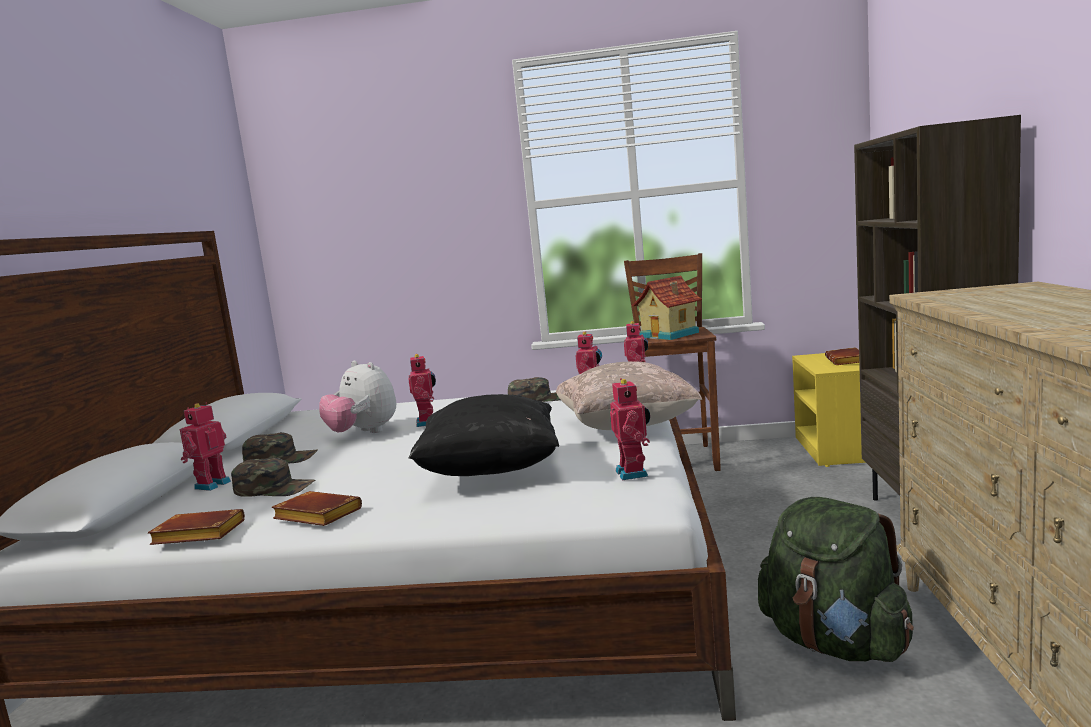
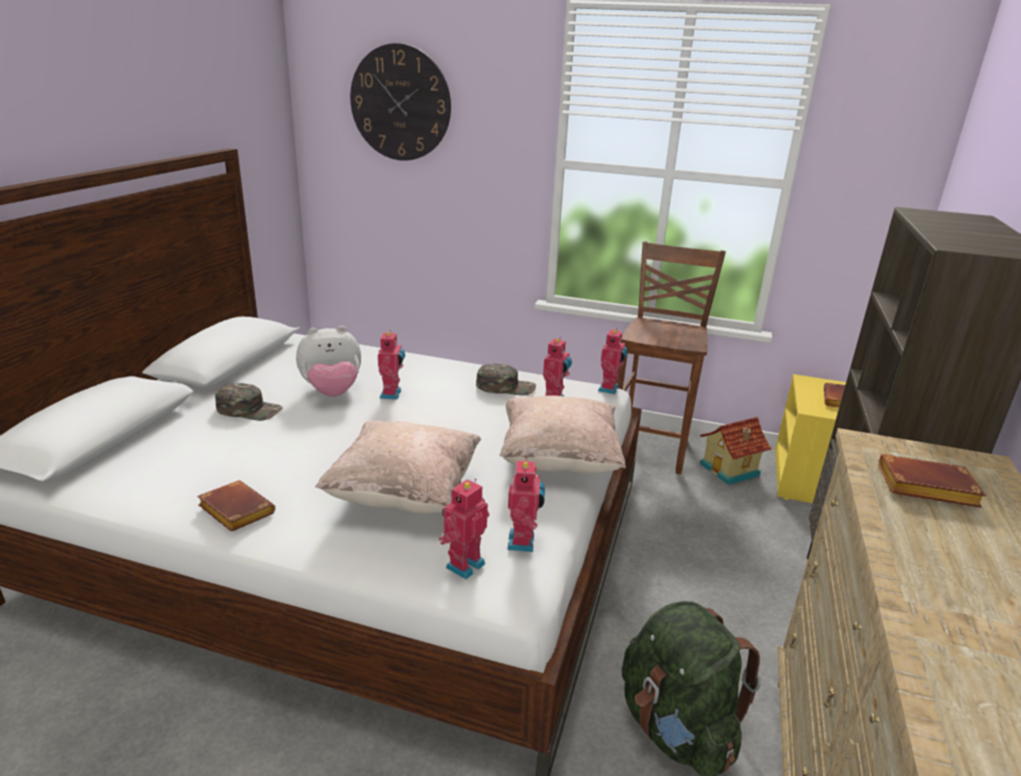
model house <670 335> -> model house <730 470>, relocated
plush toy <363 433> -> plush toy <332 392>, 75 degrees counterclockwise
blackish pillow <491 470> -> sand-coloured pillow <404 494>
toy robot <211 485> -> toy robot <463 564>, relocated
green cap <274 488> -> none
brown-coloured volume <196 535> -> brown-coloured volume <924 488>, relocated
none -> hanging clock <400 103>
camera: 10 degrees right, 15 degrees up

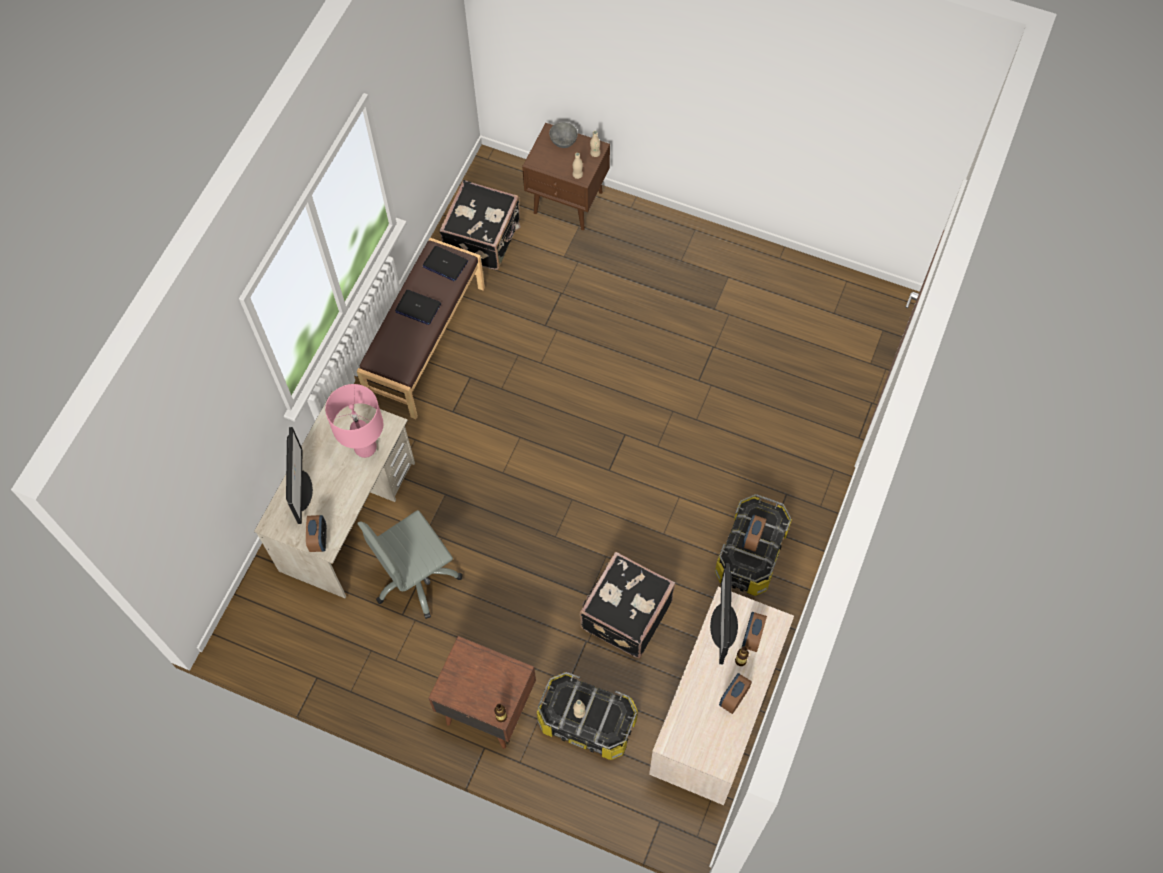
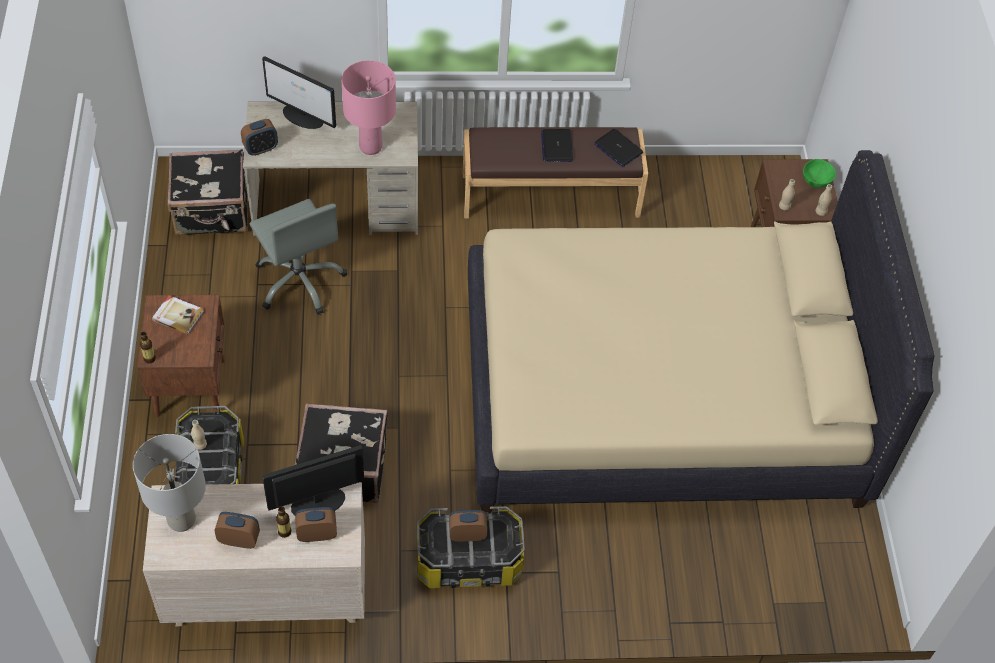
grey serving bowl <563 141> -> green serving bowl <816 181>
blackish piece of luggage <484 238> -> blackish piece of luggage <212 212>, relocated
notebook computer <445 264> -> notebook computer <618 148>, 45 degrees counterclockwise
monitor <299 490> -> monitor <303 117>, 60 degrees clockwise
grey office chair <416 577> -> grey office chair <300 281>, 150 degrees counterclockwise
none -> sand-coloured bedroom bed <660 395>
none -> volume <178 315>
none -> grey tabletop lamp <182 520>
camera: 60 degrees right, 10 degrees down

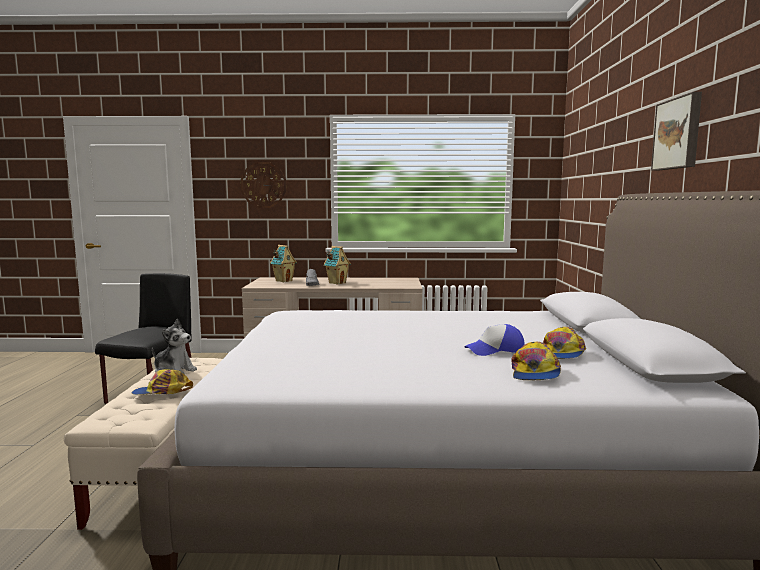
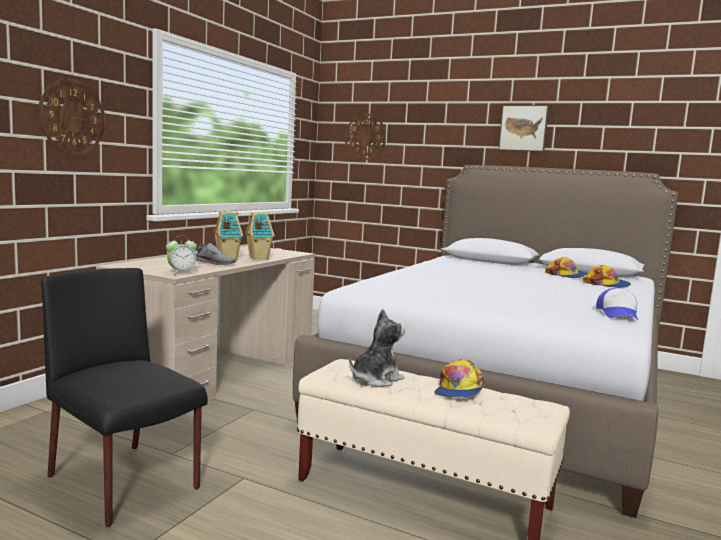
model house <283 281> -> model house <258 258>, relocated
cap <495 350> -> cap <618 314>, relocated
none -> hanging clock <365 136>
none -> table clock <181 273>
camera: 65 degrees left, 0 degrees up

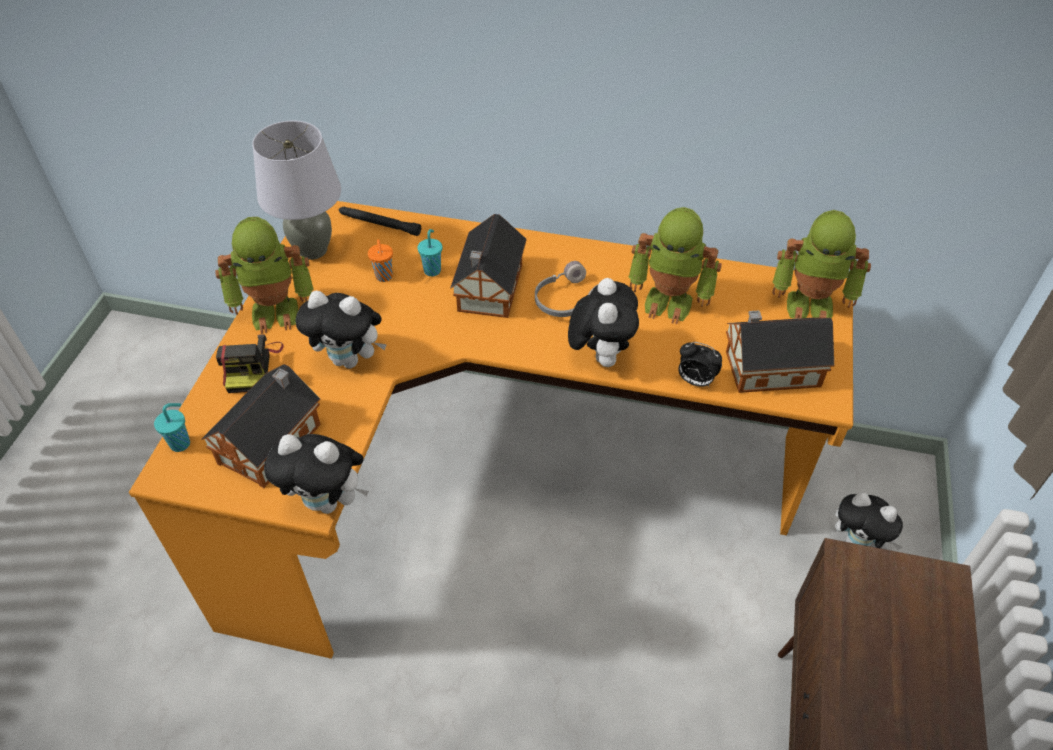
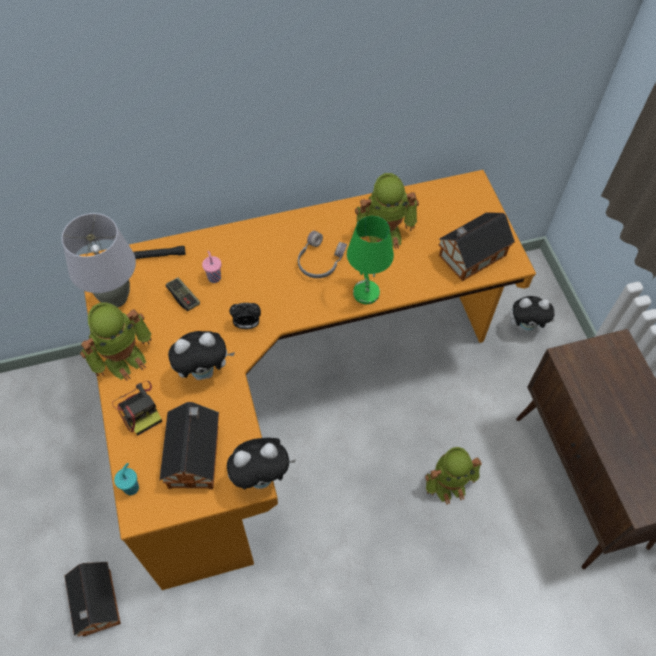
toy robot <810 304> -> toy robot <448 484>, relocated
model house <488 290> -> model house <97 605>, relocated
blue-green drinking cup <432 270> -> pink-coloured drinking cup <214 277>
orange drinking cup <384 277> -> gamepad <183 297>
plush toy <600 355> -> green tabletop lamp <365 292>
table clock <695 381> -> table clock <246 324>, relocated
camera: 30 degrees left, 10 degrees up

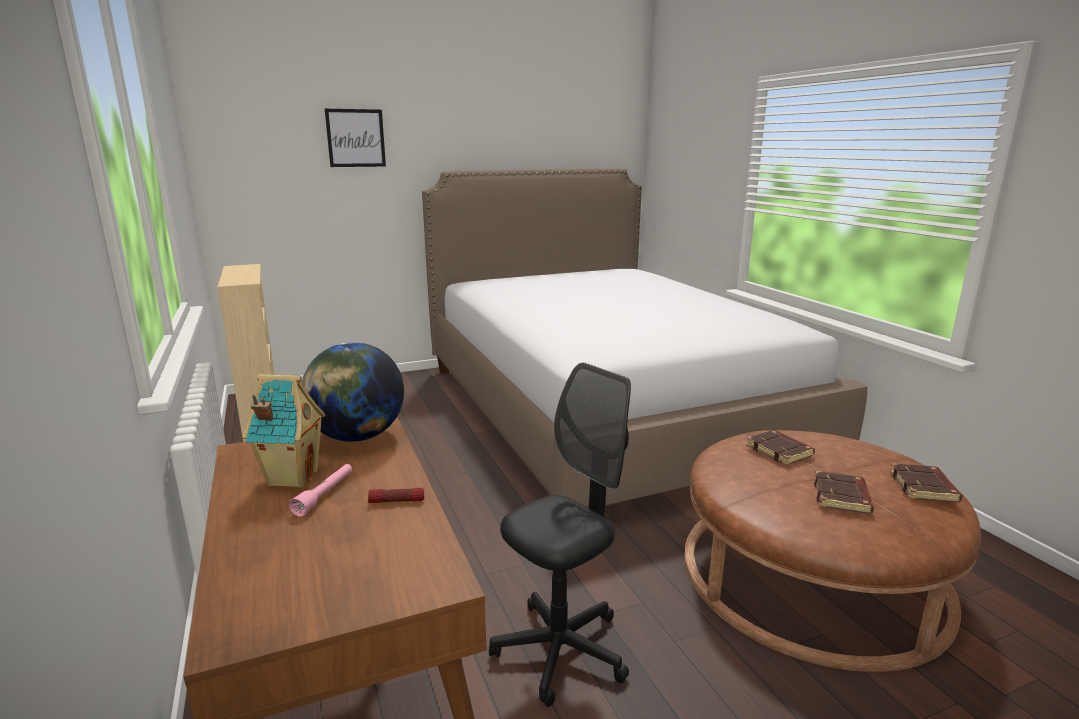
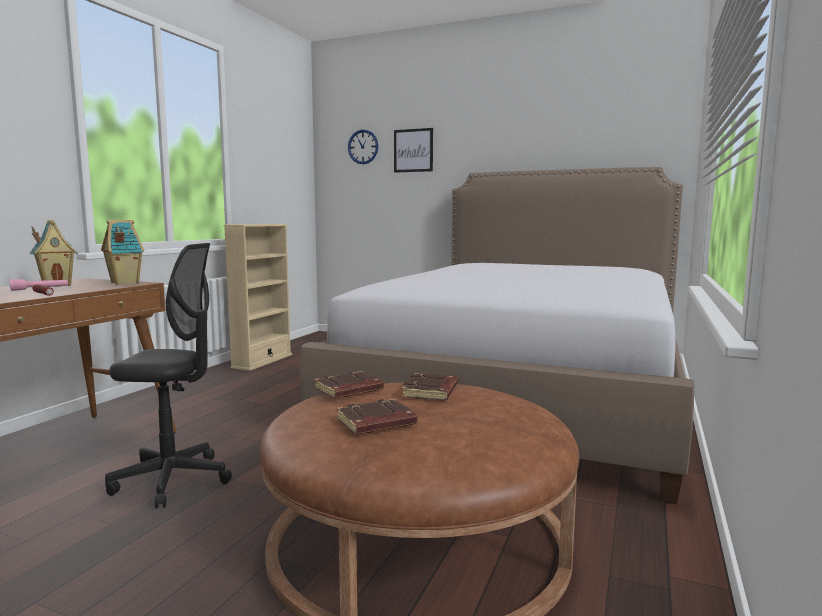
desk globe <357 436> -> model house <124 283>
brown-coloured volume <924 488> -> brown-coloured volume <348 390>, relocated
none -> hanging clock <363 147>
camera: 45 degrees right, 10 degrees down

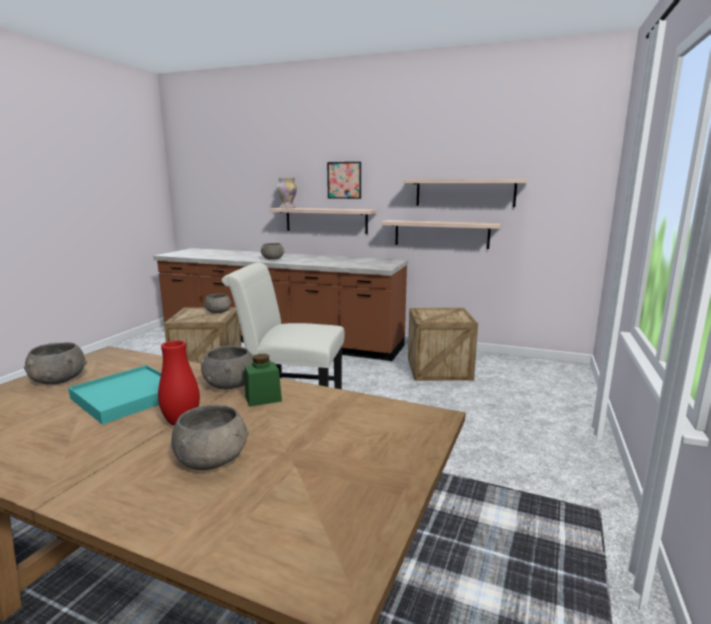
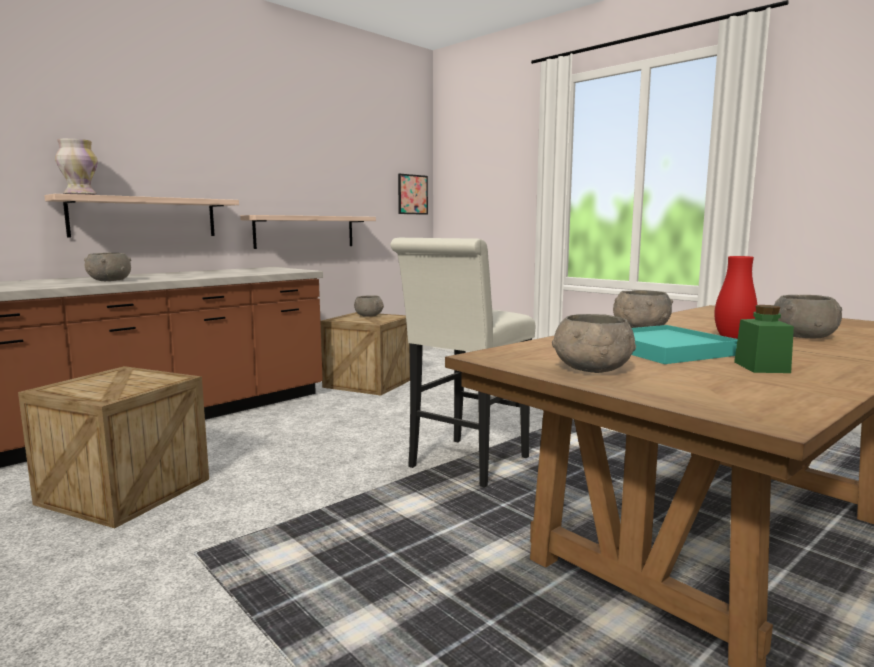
wall art <344 180> -> wall art <412 194>, relocated
shelf <465 192> -> none
grey serving bowl <218 312> -> grey serving bowl <369 316>, relocated
green preserve jar <263 398> -> green preserve jar <761 367>, relocated
camera: 65 degrees left, 5 degrees down

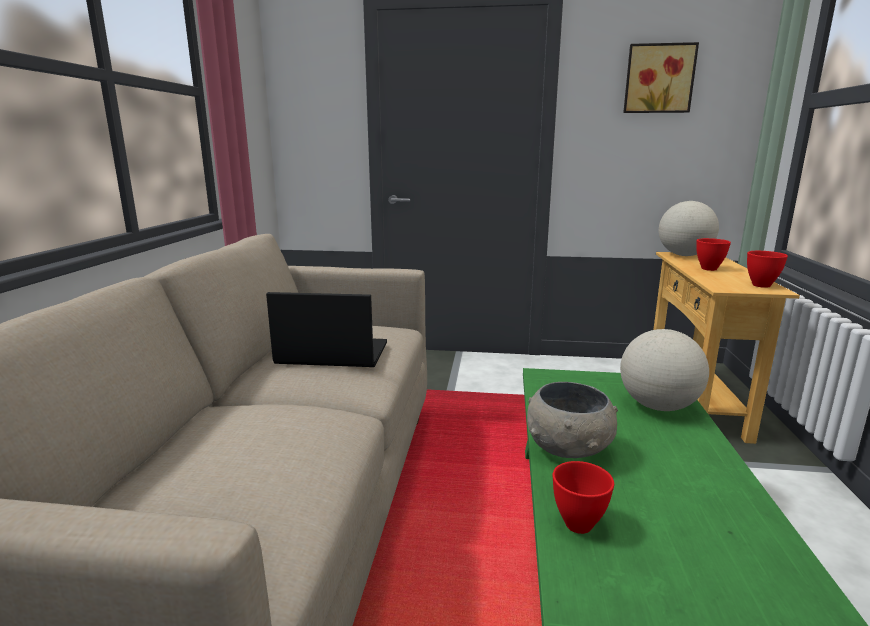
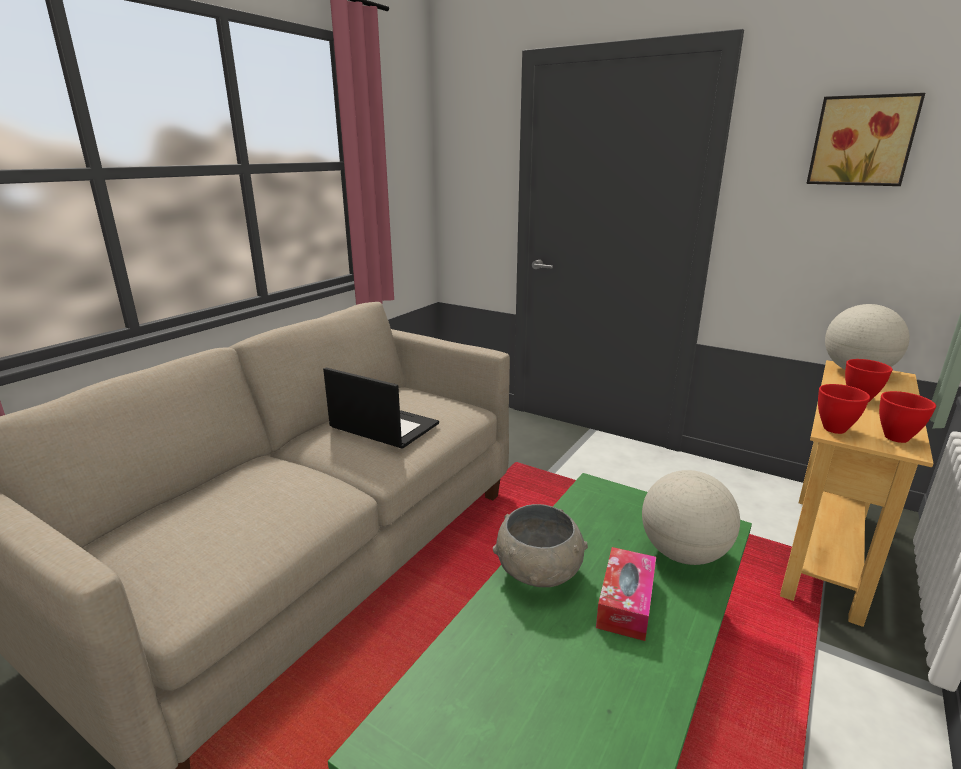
red-coloured serving bowl <576 524> -> red-coloured serving bowl <833 429>, relocated
none -> tissue holder <625 602>
camera: 25 degrees right, 5 degrees up

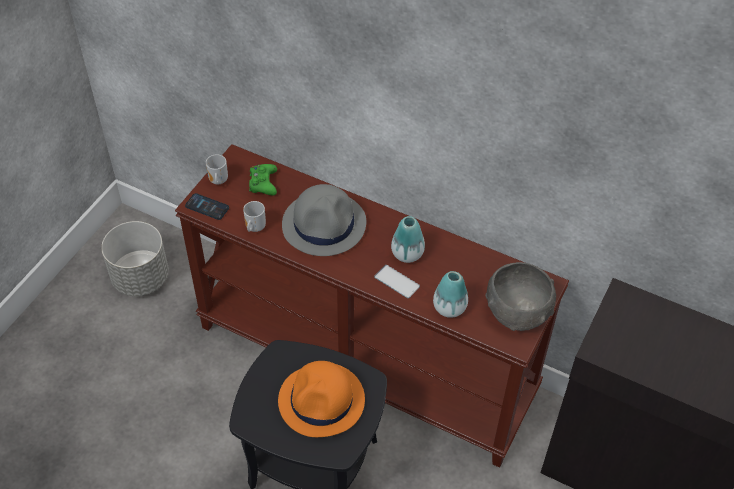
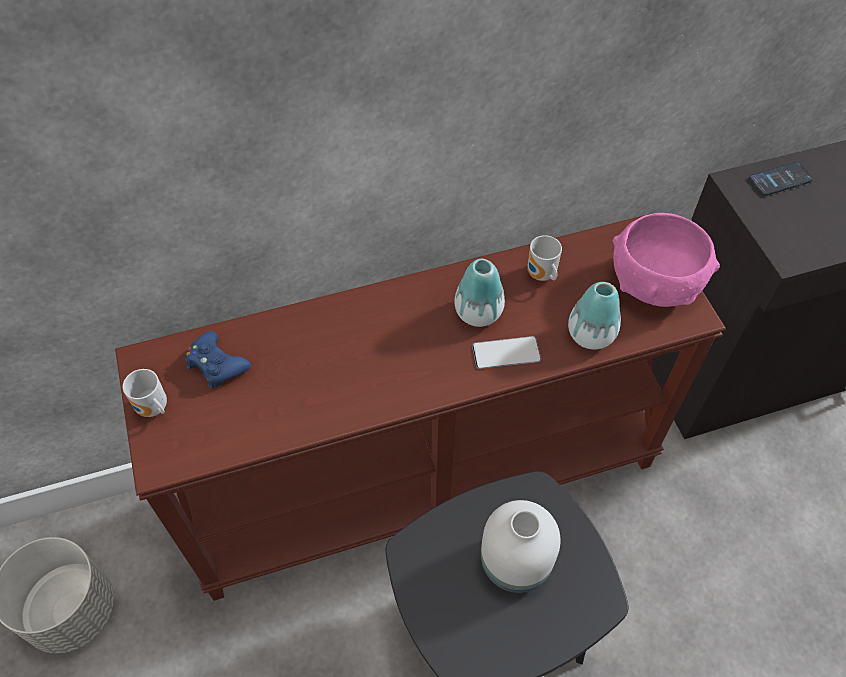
green gamepad <263 183> -> blue gamepad <216 365>
grey wearable hat <324 224> -> none
telephone <207 207> -> telephone <780 179>, relocated
mug <254 228> -> mug <541 276>, relocated
grey serving bowl <517 312> -> pink-coloured serving bowl <654 284>
orange wearable hat <322 401> -> white vase <517 562>
camera: 45 degrees left, 5 degrees up

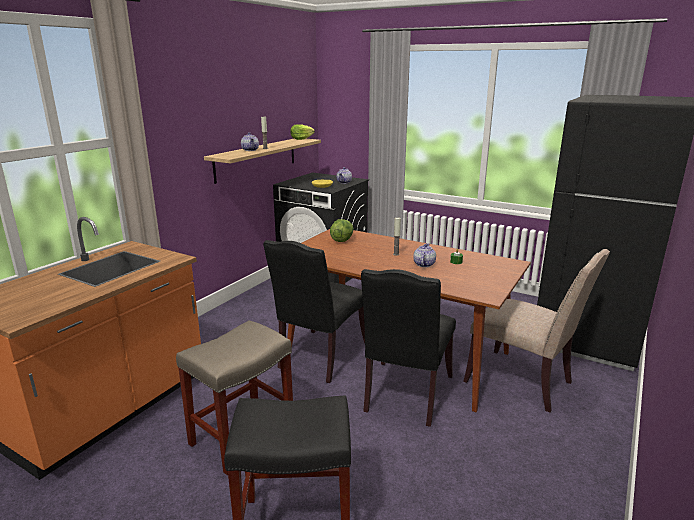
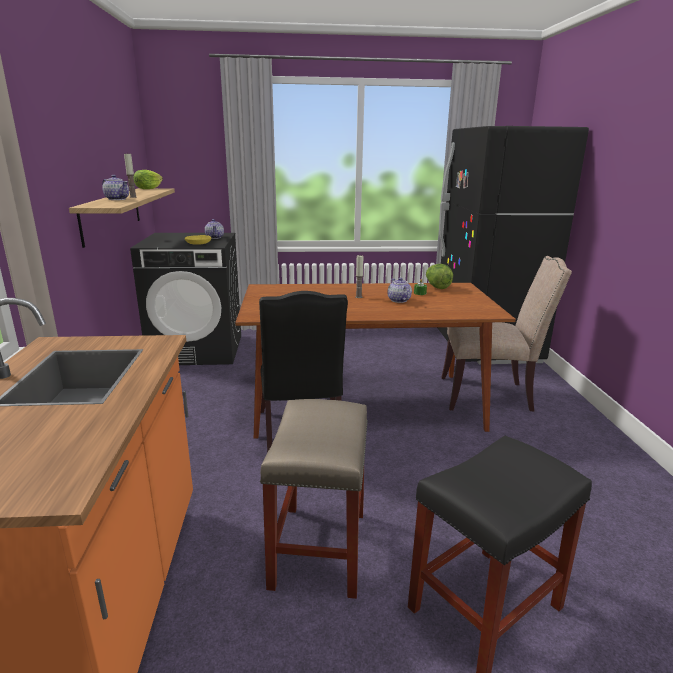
head of lettuce <342 239> -> head of lettuce <437 287>, relocated
blackish plain chair <406 395> -> none
camera: 35 degrees left, 0 degrees up

